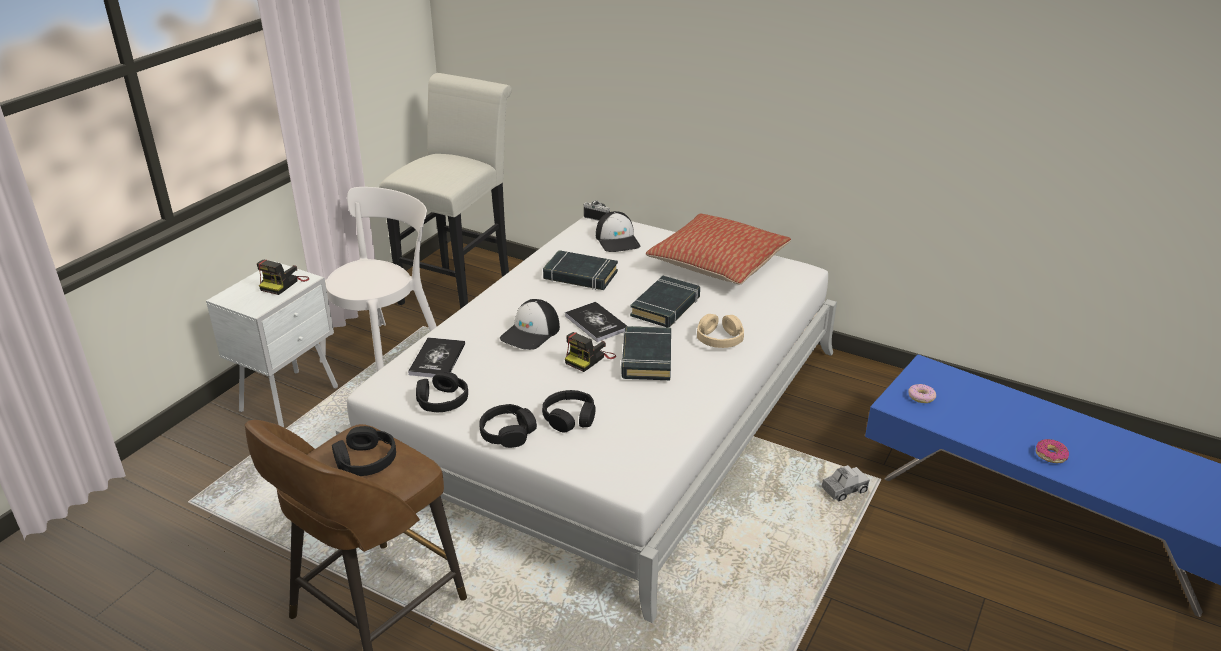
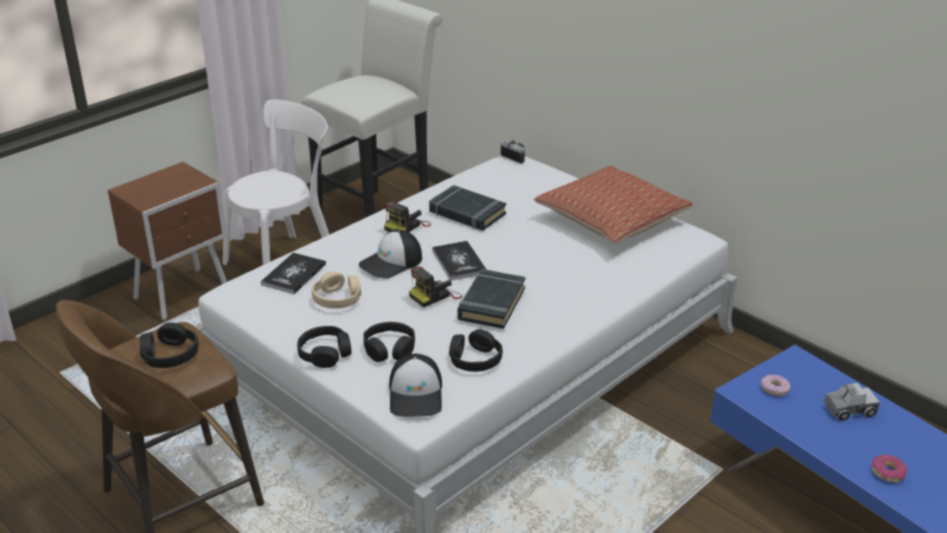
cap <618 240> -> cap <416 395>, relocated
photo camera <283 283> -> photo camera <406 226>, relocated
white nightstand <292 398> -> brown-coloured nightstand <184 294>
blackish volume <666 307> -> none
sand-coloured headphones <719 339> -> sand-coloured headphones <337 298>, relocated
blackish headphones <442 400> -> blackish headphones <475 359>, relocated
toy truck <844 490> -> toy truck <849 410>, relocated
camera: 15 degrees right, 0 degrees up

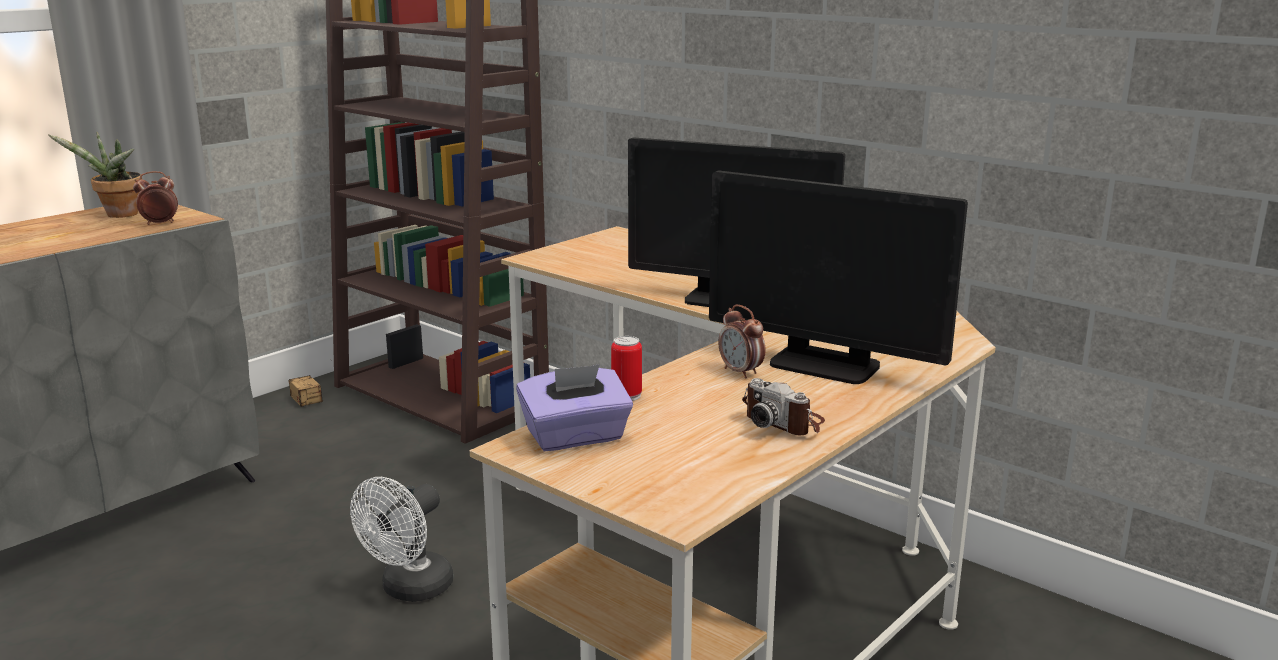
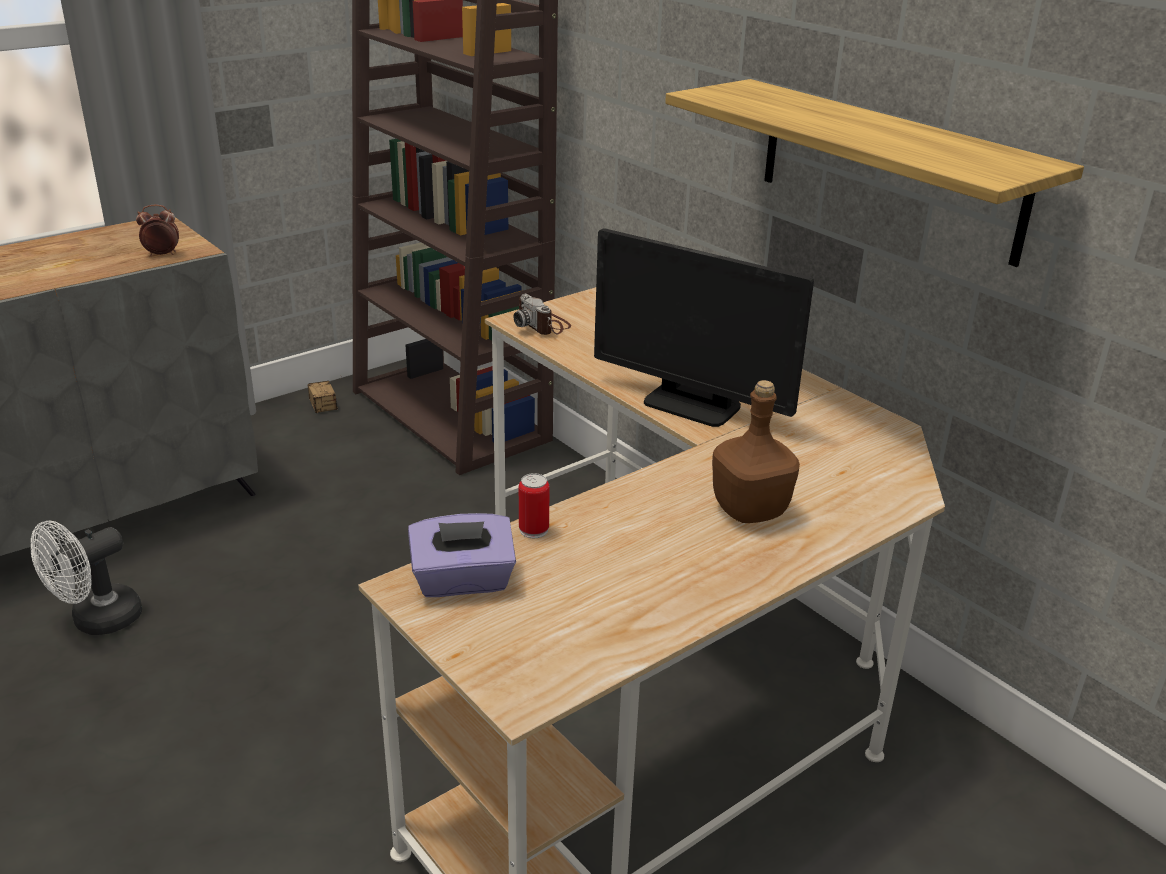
potted plant <118 215> -> none
monitor <825 365> -> brown-coloured bottle <750 511>
table clock <741 372> -> none
photo camera <784 422> -> photo camera <543 325>, relocated
white fan <410 590> -> white fan <97 621>, relocated
none -> shelf <888 169>
camera: 10 degrees right, 10 degrees up

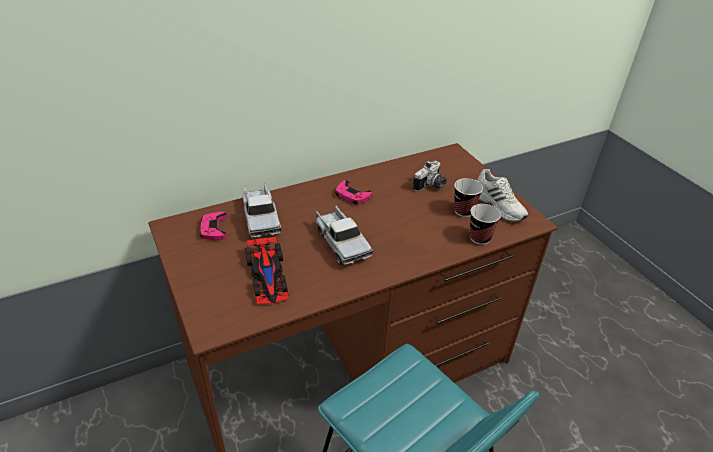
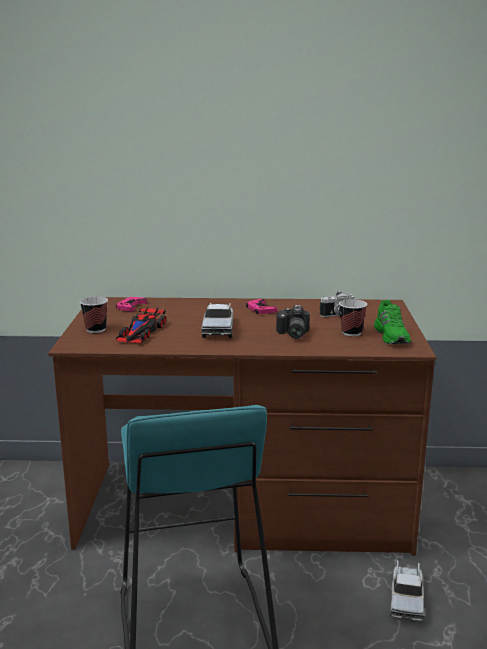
white low shoe <499 205> -> green low shoe <392 336>
toy truck <261 218> -> toy truck <406 599>, relocated
drinking cup <479 238> -> drinking cup <96 329>, relocated
none -> photo camera <292 334>
camera: 30 degrees right, 20 degrees down

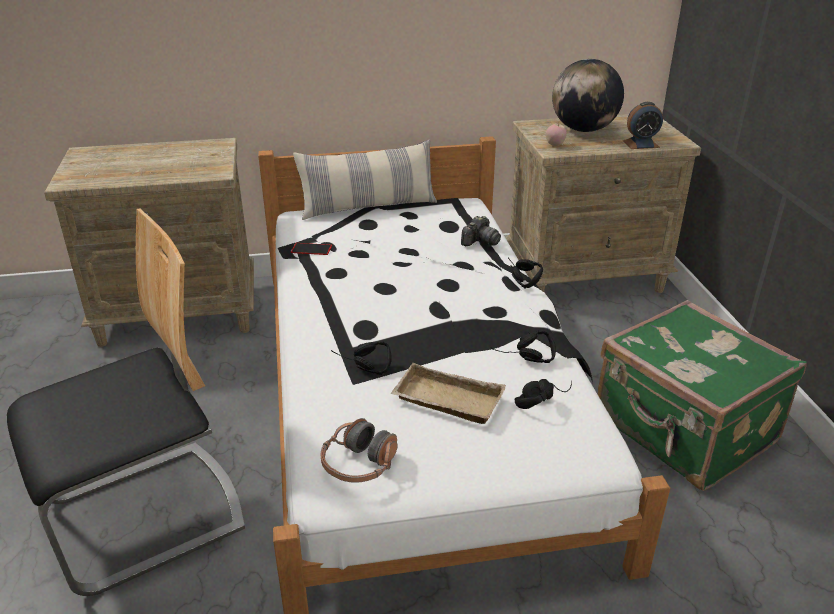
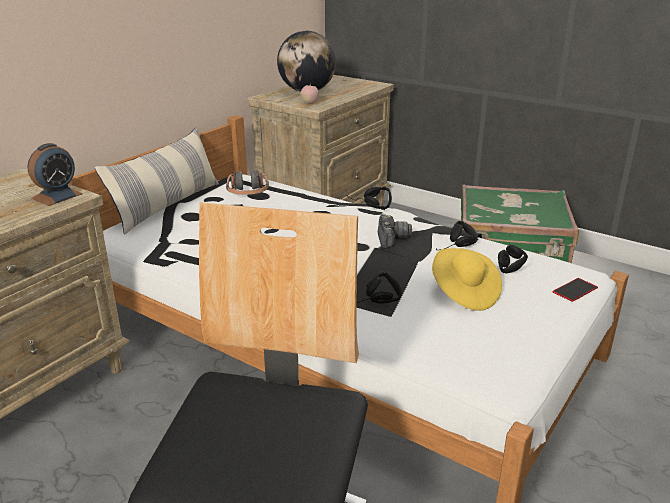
table clock <641 144> -> table clock <57 196>, relocated
photo camera <480 242> -> photo camera <391 240>, relocated
telephone <311 249> -> telephone <575 290>, relocated
sand-coloured serving tray <445 401> -> yellow wearable hat <464 293>
headphones <359 464> -> headphones <248 193>, relocated
camera: 45 degrees left, 5 degrees down

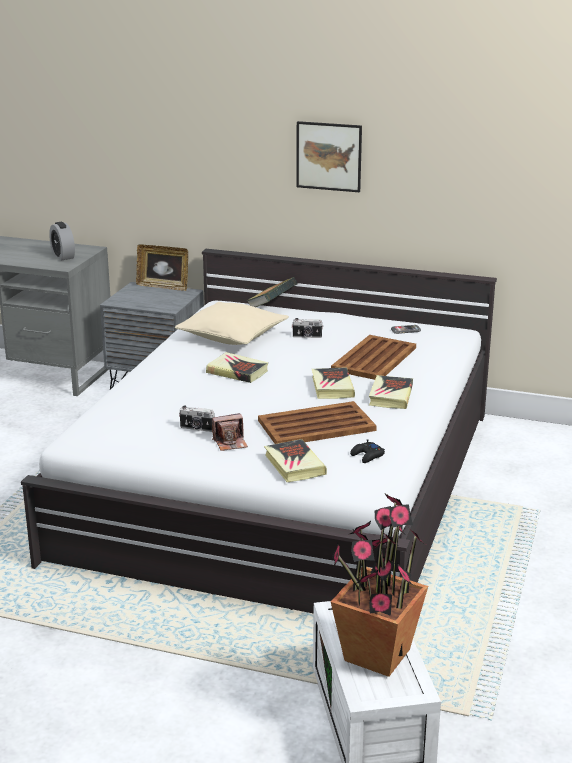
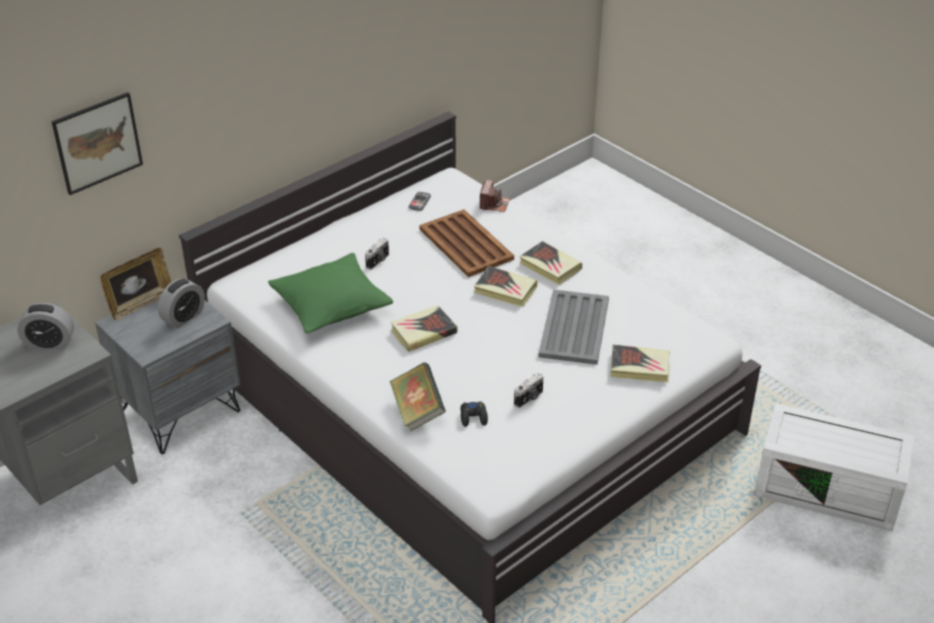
wall art <329 156> -> wall art <97 142>, relocated
volume <271 306> -> volume <417 411>, relocated
sand-coloured pillow <232 336> -> green pillow <331 305>
brown-coloured serving tray <315 425> -> grey serving tray <574 328>
photo camera <230 443> -> photo camera <494 204>, relocated
blackish gamepad <367 456> -> blackish gamepad <474 417>, relocated
potted plant <376 655> -> none
none -> table clock <184 317>
camera: 60 degrees left, 15 degrees up

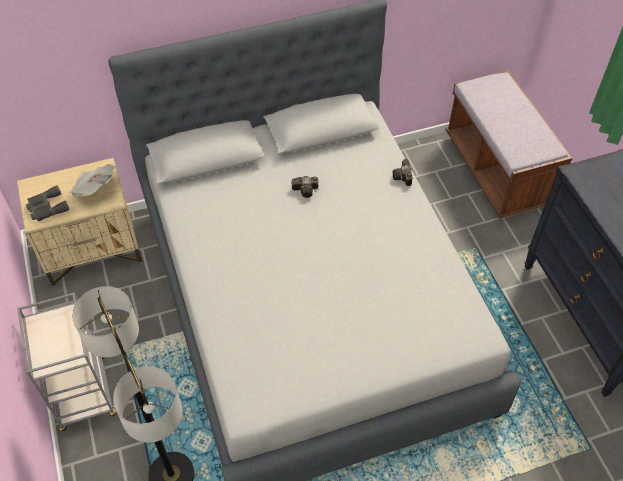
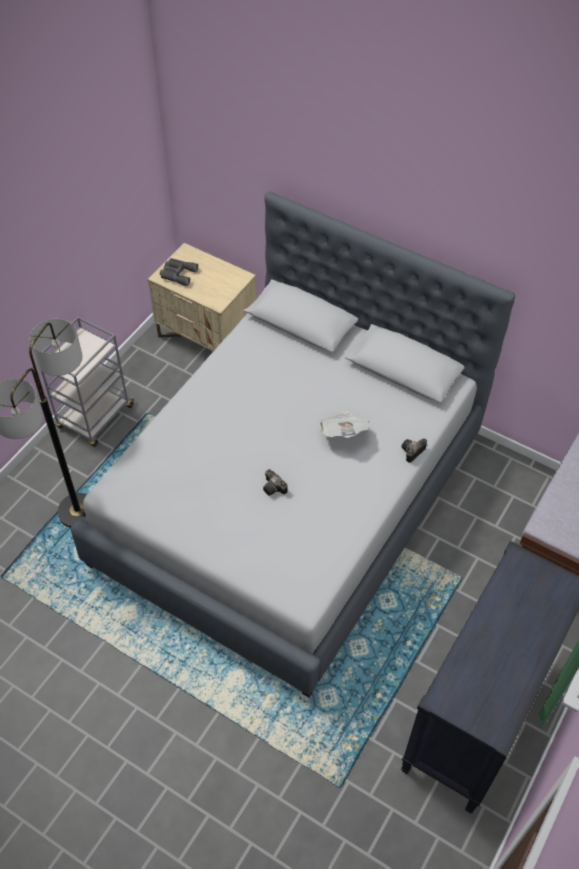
daily paper <95 188> -> daily paper <343 432>, relocated
photo camera <306 190> -> photo camera <274 488>, relocated
camera: 50 degrees right, 0 degrees up

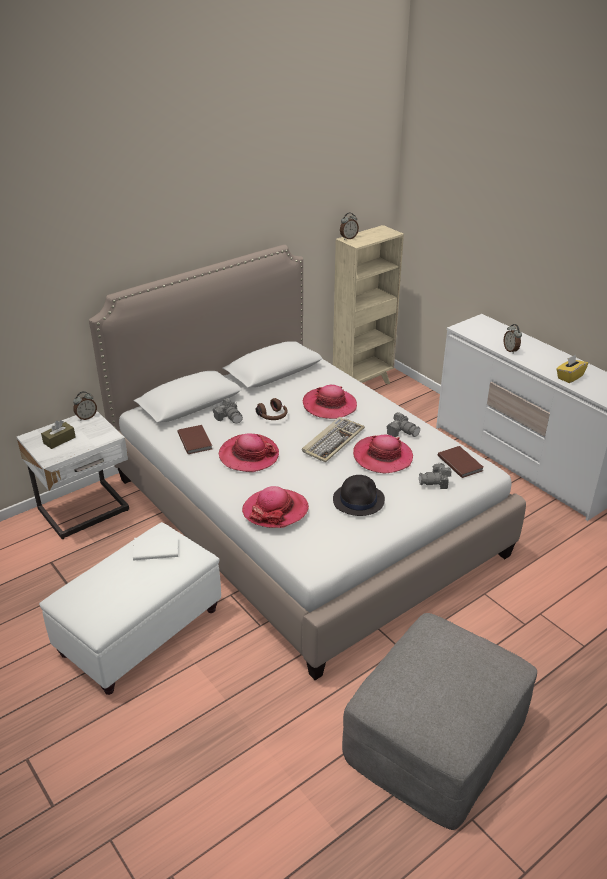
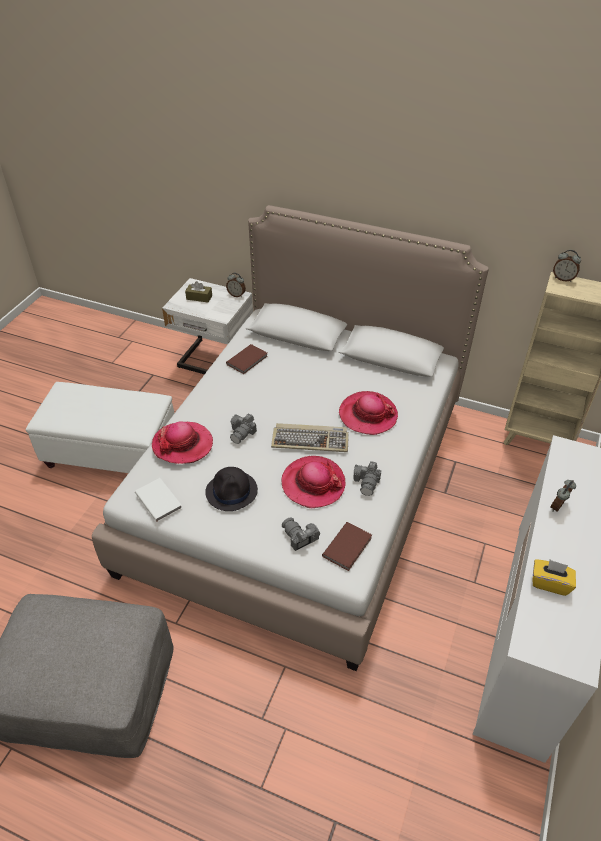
photo camera <229 417> -> photo camera <242 433>, relocated
brown-coloured headphones <273 416> -> none
wearable hat <249 455> -> none
white volume <155 548> -> white volume <159 500>, relocated
camera: 60 degrees right, 10 degrees up

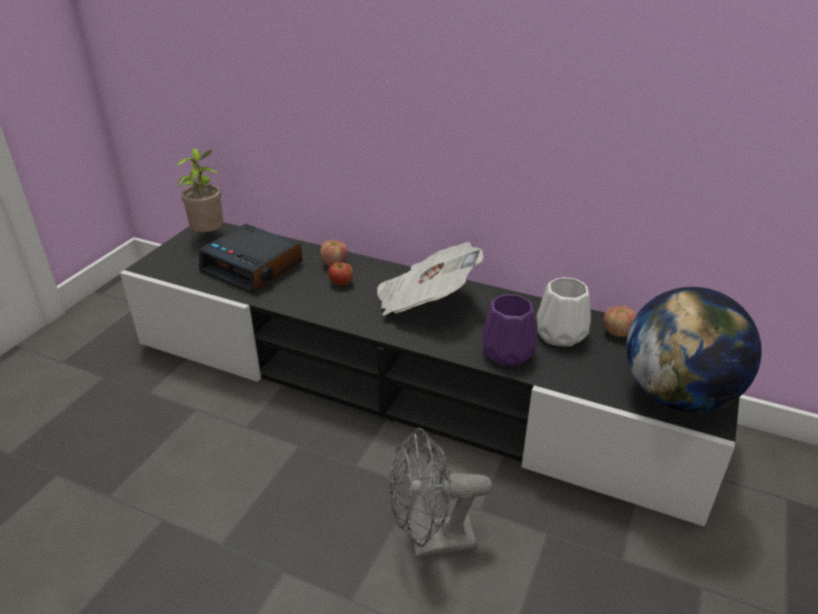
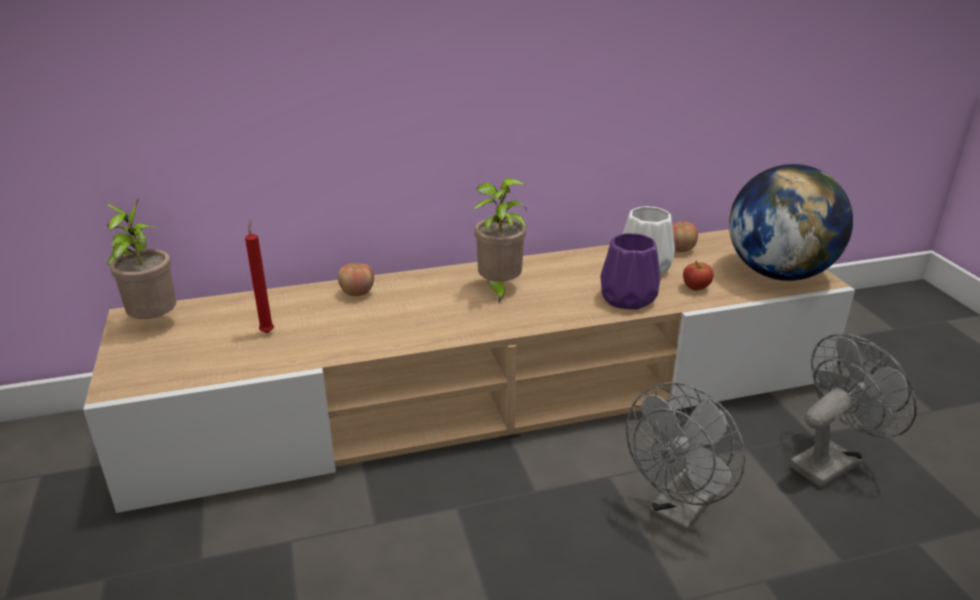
blackish media console <410 384> -> sand-coloured media console <491 397>
table clock <253 267> -> red-coloured wax candle <267 331>
daily paper <424 302> -> potted plant <499 289>
apple fruit <341 283> -> apple fruit <696 288>, relocated
none -> grey fan <831 460>
camera: 40 degrees left, 5 degrees down

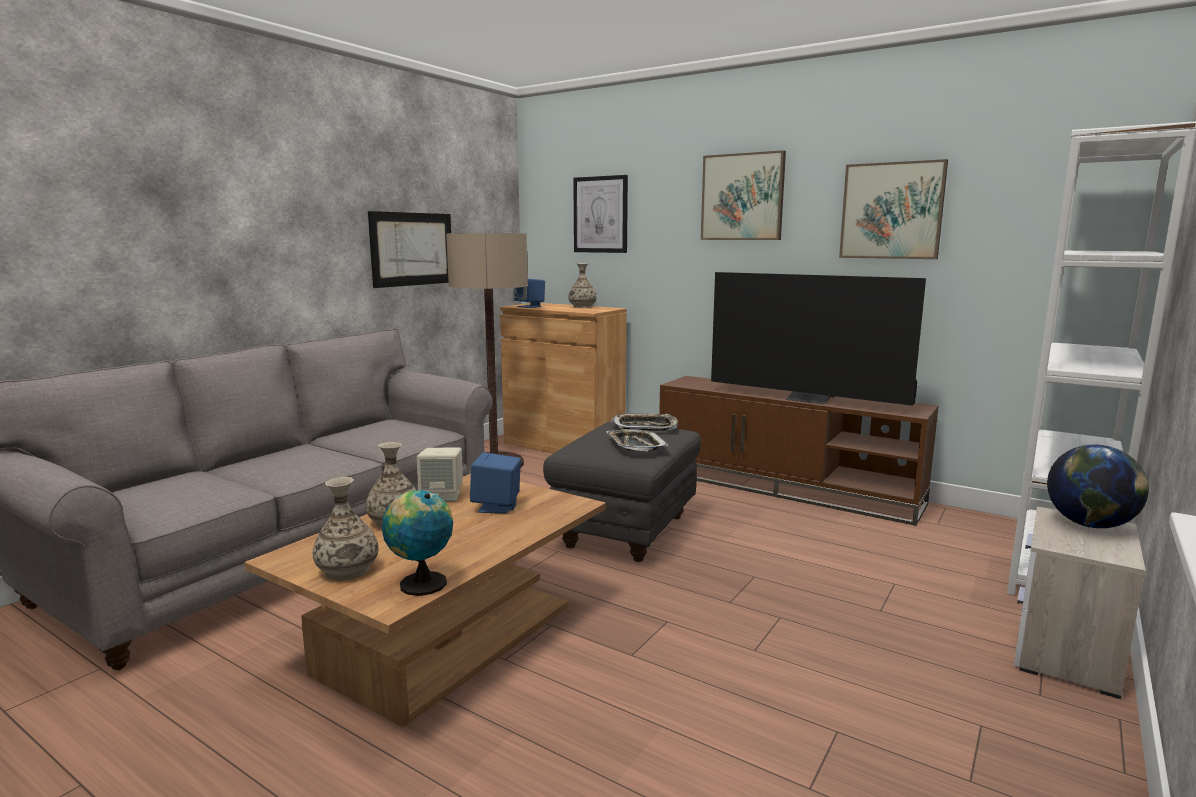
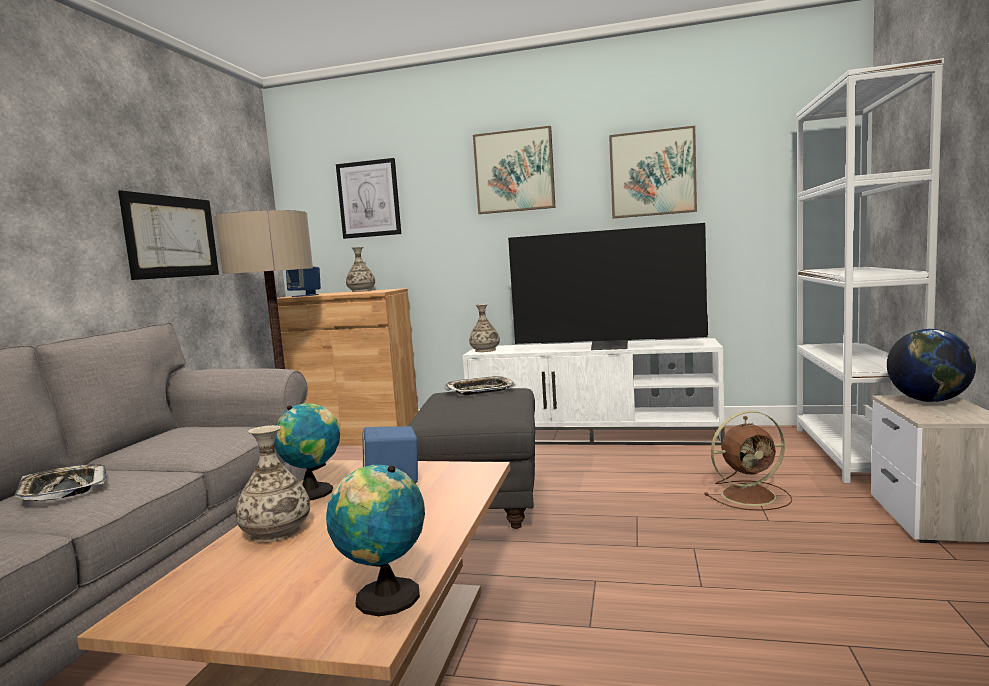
brown-coloured media console <786 487> -> white media console <594 435>
serving tray <635 445> -> serving tray <63 489>, relocated
sand-coloured loudspeaker <442 496> -> desk globe <314 492>
vase <347 570> -> vase <485 350>, relocated
none -> brown-coloured fan <750 495>
camera: 20 degrees left, 5 degrees down

